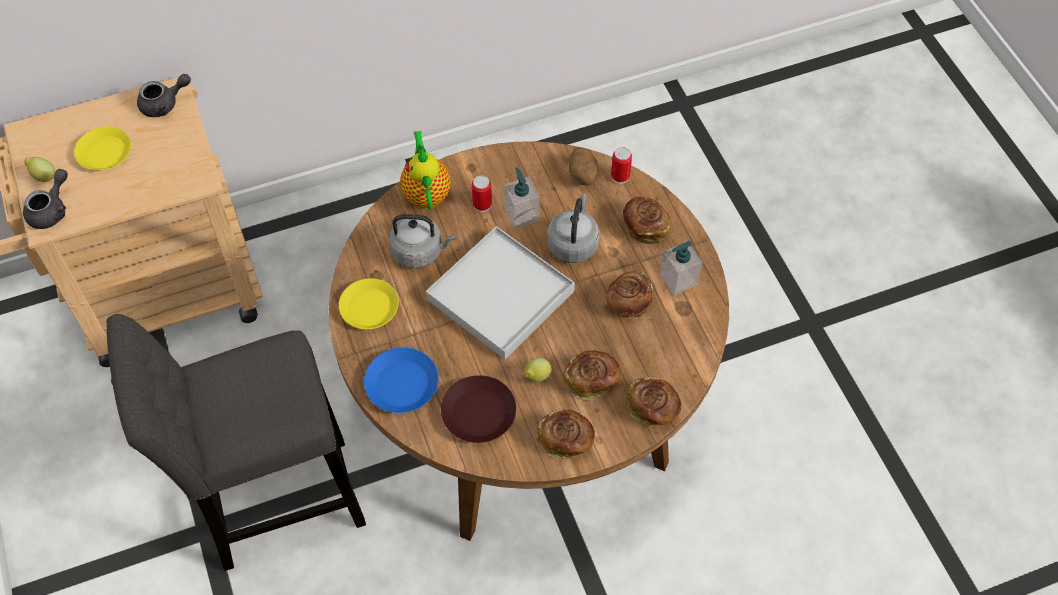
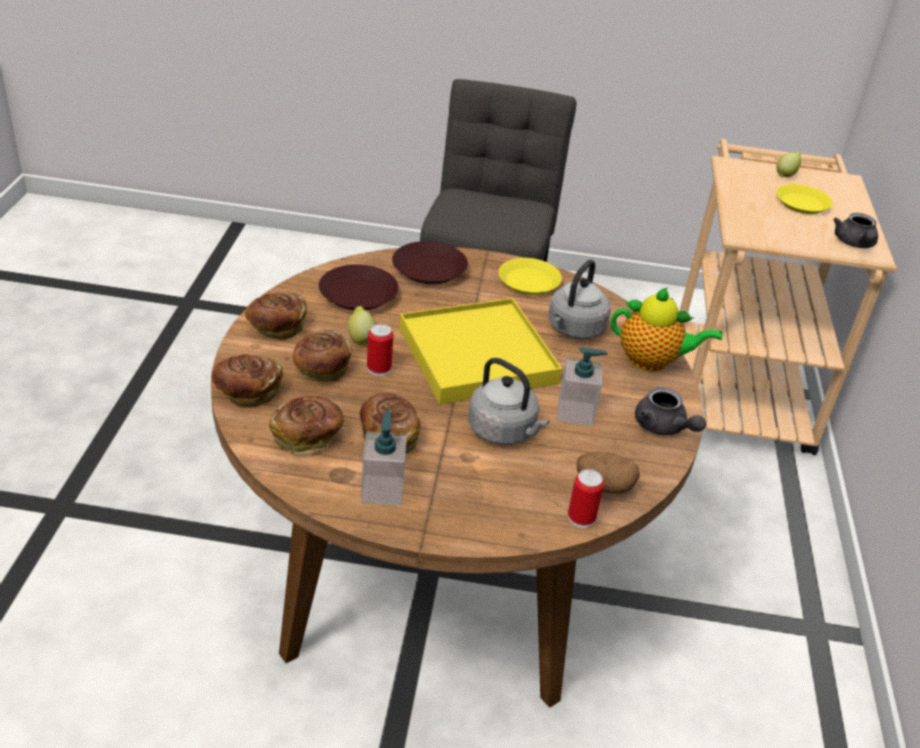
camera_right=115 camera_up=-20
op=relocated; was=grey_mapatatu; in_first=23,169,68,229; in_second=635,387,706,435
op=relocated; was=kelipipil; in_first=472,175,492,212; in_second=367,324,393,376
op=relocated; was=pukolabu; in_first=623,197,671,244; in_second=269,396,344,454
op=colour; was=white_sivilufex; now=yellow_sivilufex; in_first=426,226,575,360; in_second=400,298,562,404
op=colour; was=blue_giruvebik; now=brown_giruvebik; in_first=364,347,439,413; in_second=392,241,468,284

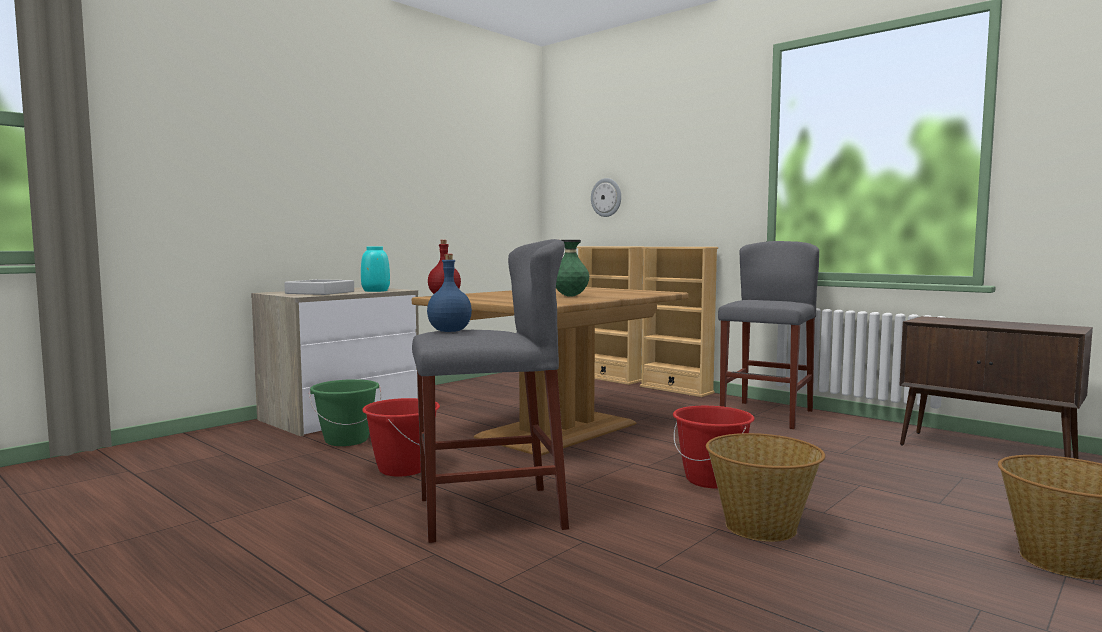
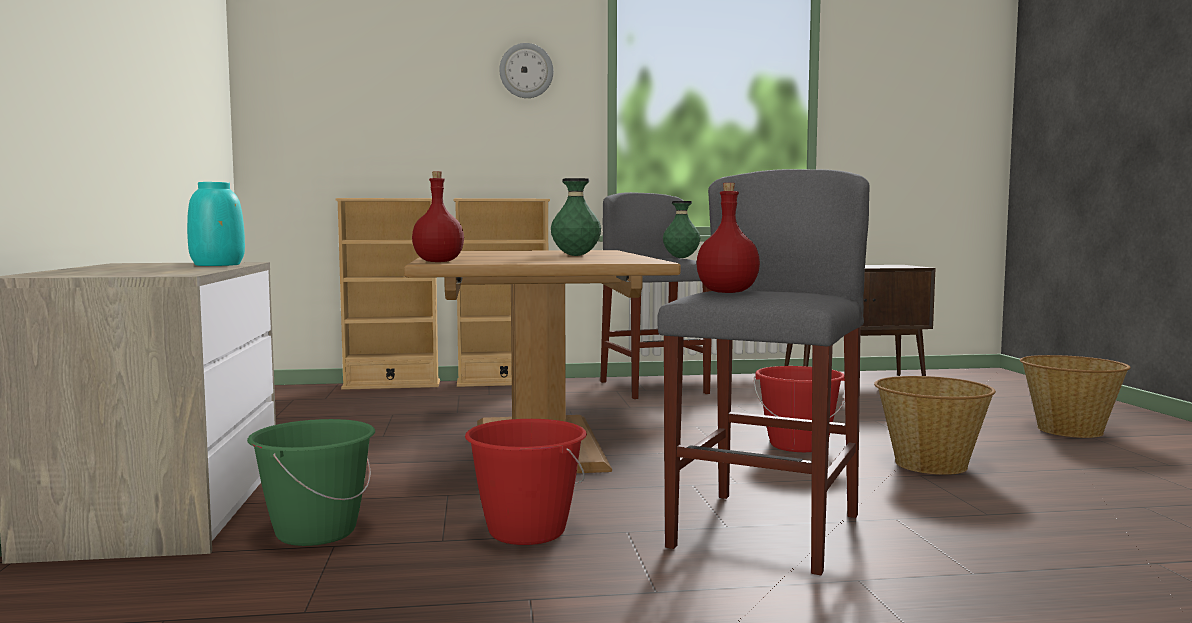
camera_right=-50 camera_up=0
op=relocated; was=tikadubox; in_first=591,178,621,217; in_second=499,43,553,98
op=colour; was=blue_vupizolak; now=red_vupizolak; in_first=427,254,472,332; in_second=696,183,760,293
op=missing; was=grey_sivilufex; in_first=284,279,354,295
op=appeared; now=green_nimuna; in_second=663,201,700,258

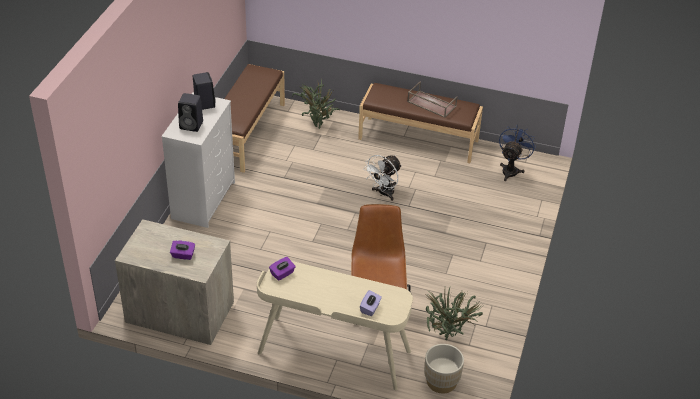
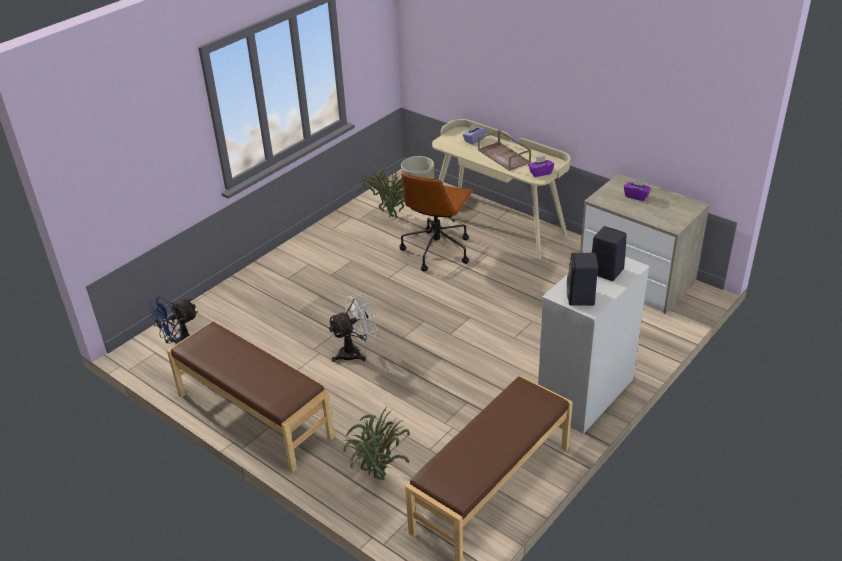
camera_right=-155 camera_up=-5
op=relocated; was=brown_sivilufex; in_first=407,81,457,118; in_second=478,130,531,171

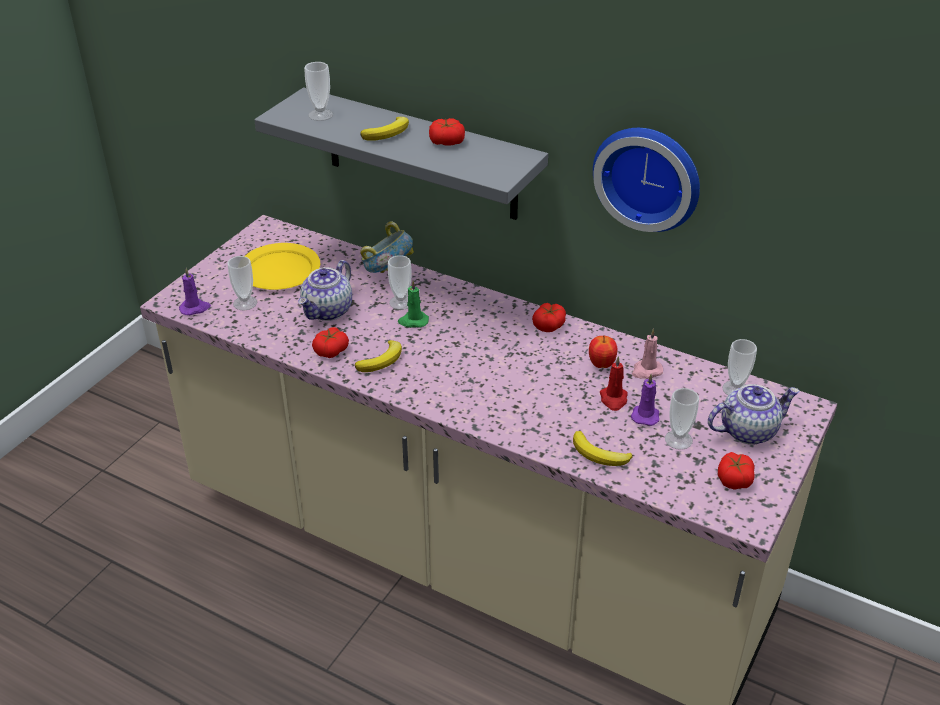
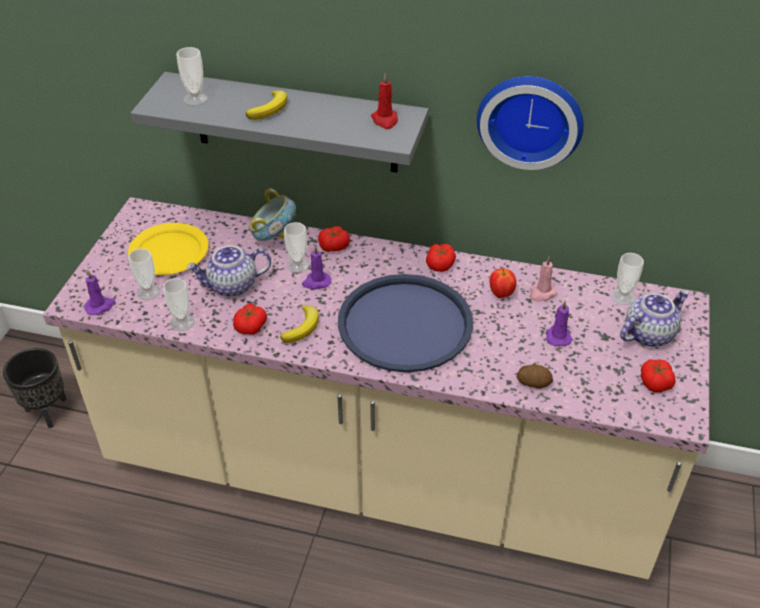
camera_right=-15 camera_up=5
op=relocated; was=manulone; in_first=429,118,465,146; in_second=318,226,350,252
op=spun; was=mapatatu; in_first=298,260,352,321; in_second=187,246,271,297; clockwise=60
op=colour; was=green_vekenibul; now=purple_vekenibul; in_first=398,281,429,328; in_second=302,246,331,289
op=relocated; was=red_vekenibul; in_first=600,356,628,411; in_second=371,73,398,129
op=relocated; was=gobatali; in_first=665,388,699,450; in_second=163,278,194,331
op=exchanged; was=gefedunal; now=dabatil; in_first=573,431,633,466; in_second=517,364,553,389
op=appeared; now=blue_sivilufex; in_second=338,274,473,373
op=appeared; now=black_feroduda; in_second=3,348,67,428

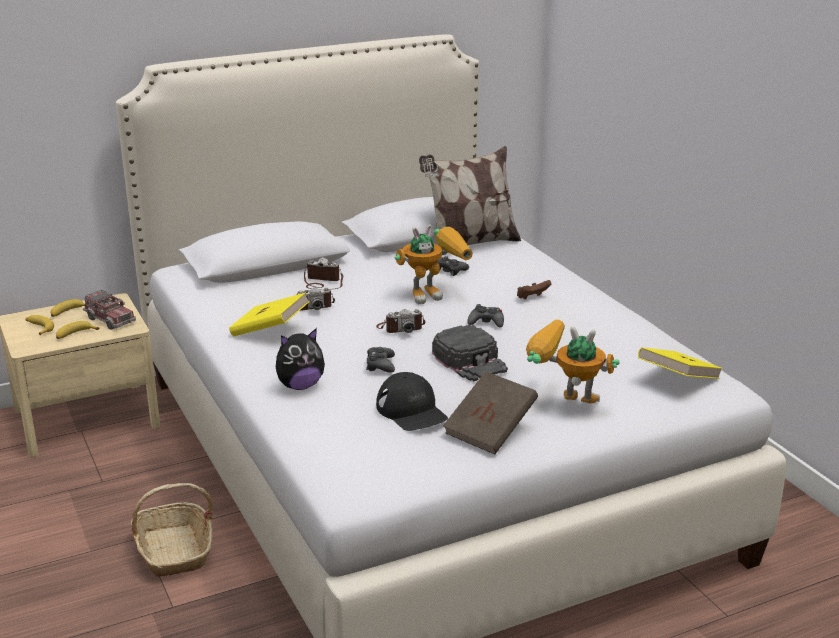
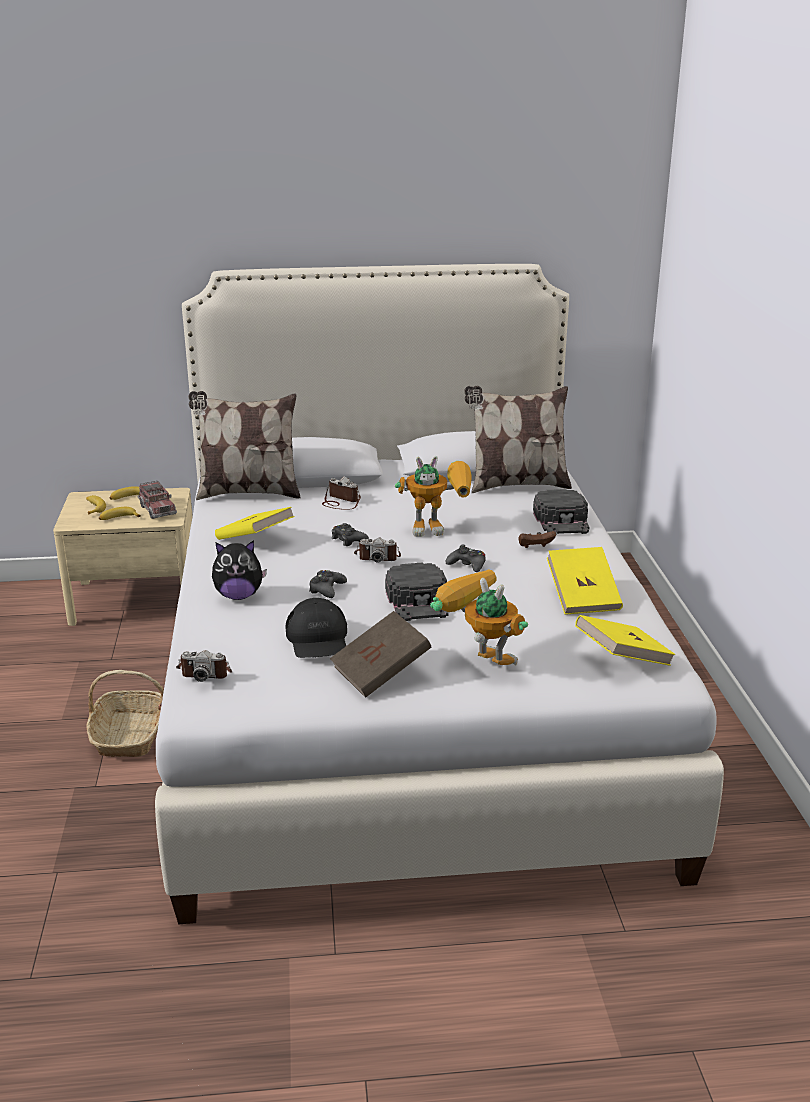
camera_right=20 camera_up=0
op=relocated; was=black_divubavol; in_first=437,256,469,276; in_second=332,523,369,546
op=relocated; was=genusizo; in_first=297,287,335,310; in_second=176,650,232,682
op=appeared; now=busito; in_second=189,391,301,500
op=appeared; now=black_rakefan; in_second=533,489,590,534
op=appeared; now=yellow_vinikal; in_second=547,547,623,615

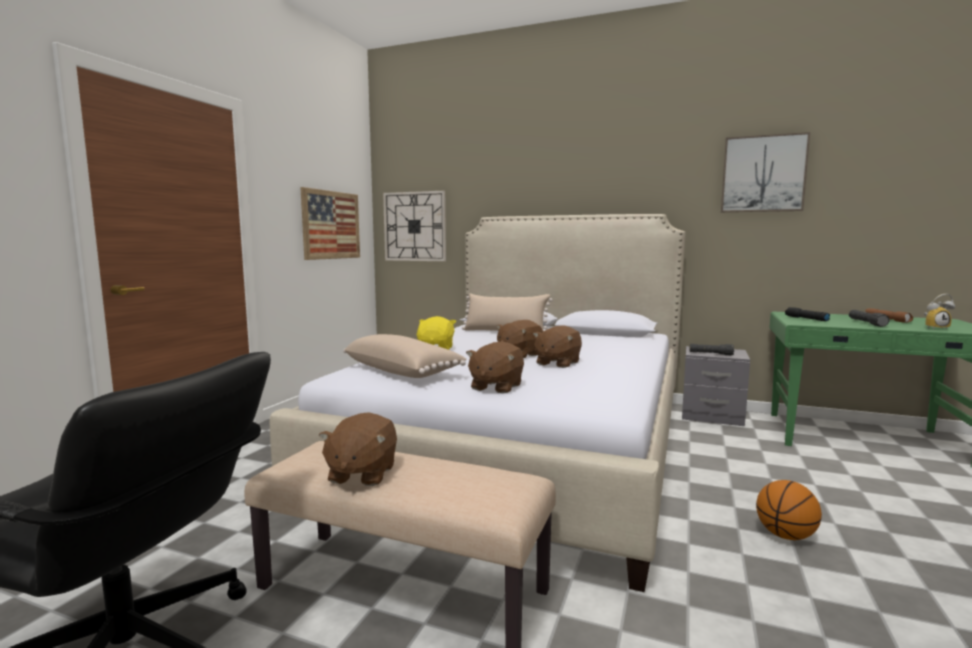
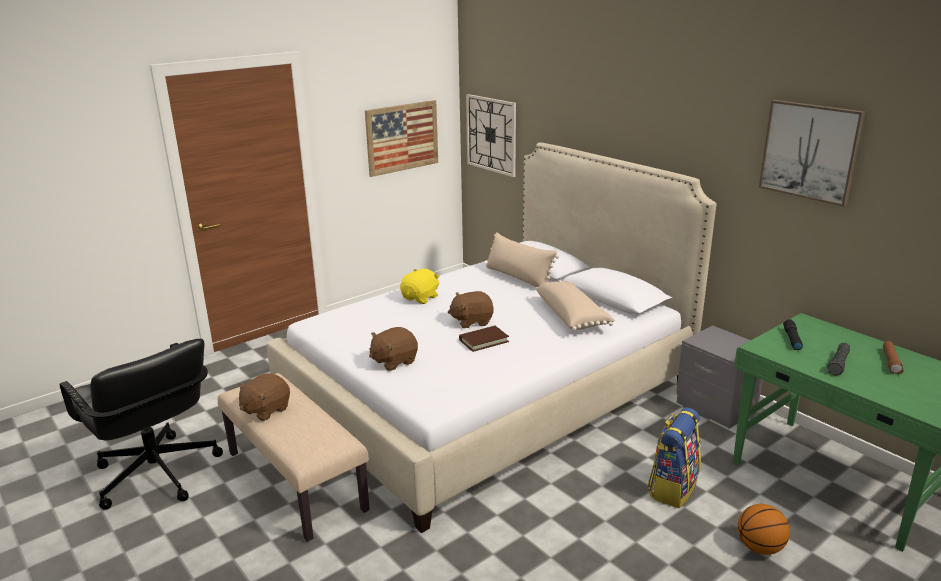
camera_right=30 camera_up=15
op=missing; was=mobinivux; in_first=924,294,955,329
op=exchanged; was=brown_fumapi; now=brown_vinikal; in_first=533,325,582,368; in_second=459,326,509,352
op=relocated; was=beige_busito; in_first=343,334,467,378; in_second=536,281,615,331
op=missing; was=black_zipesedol; in_first=689,344,734,355
op=relocated; was=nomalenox; in_first=756,480,822,540; in_second=738,504,790,555
op=appeared; now=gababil; in_second=648,408,701,508

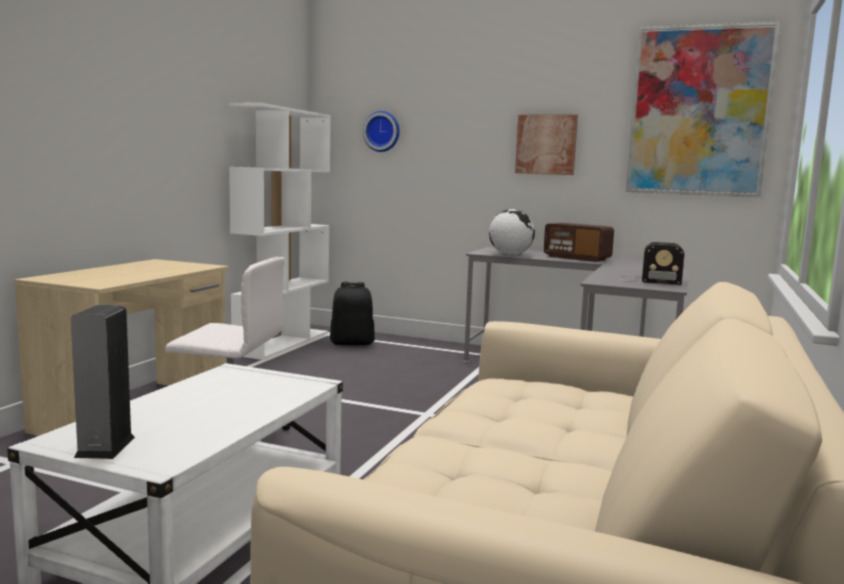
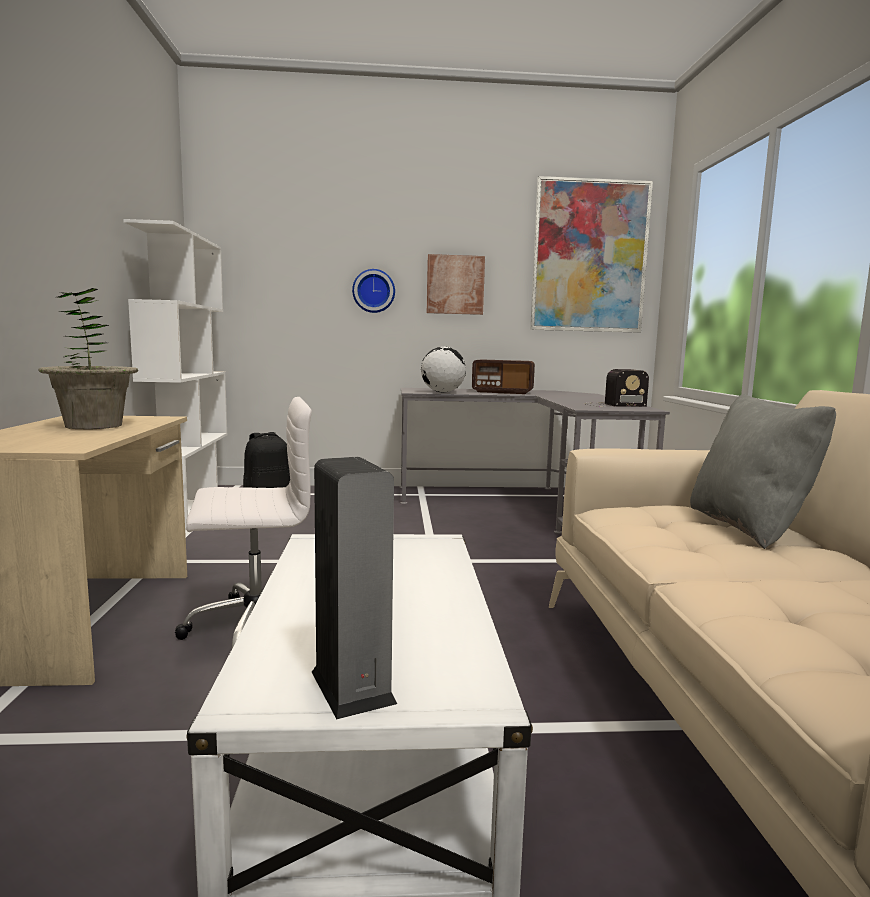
camera_right=-25 camera_up=0
op=relocated; was=tikadubox; in_first=363,111,400,152; in_second=352,269,395,313
op=appeared; now=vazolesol; in_second=38,288,138,429
op=appeared; now=grey_busito; in_second=690,394,836,549

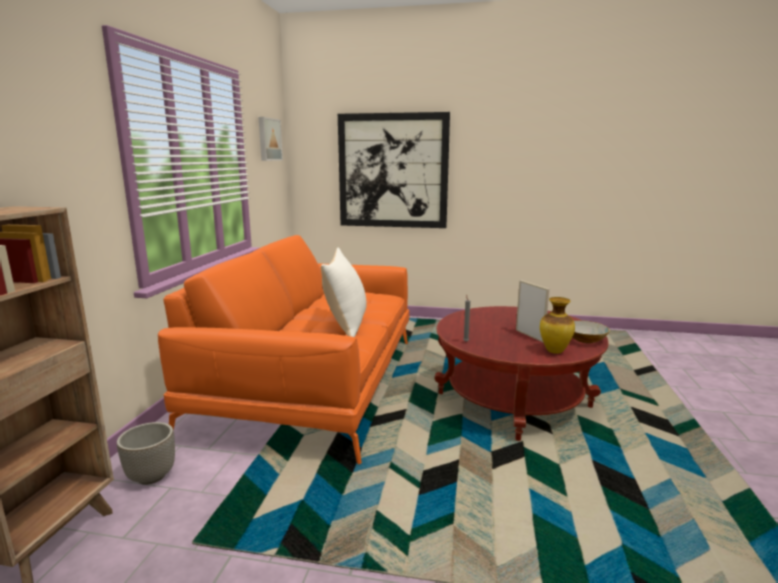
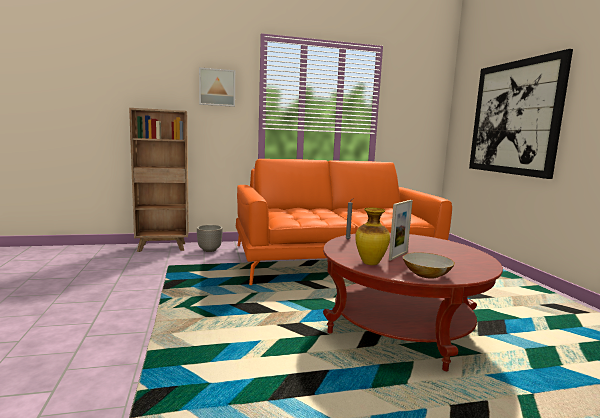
camera_right=65 camera_up=-5
op=relocated; was=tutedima; in_first=258,117,283,161; in_second=199,67,235,107
op=missing; was=white_busito; in_first=321,247,367,337

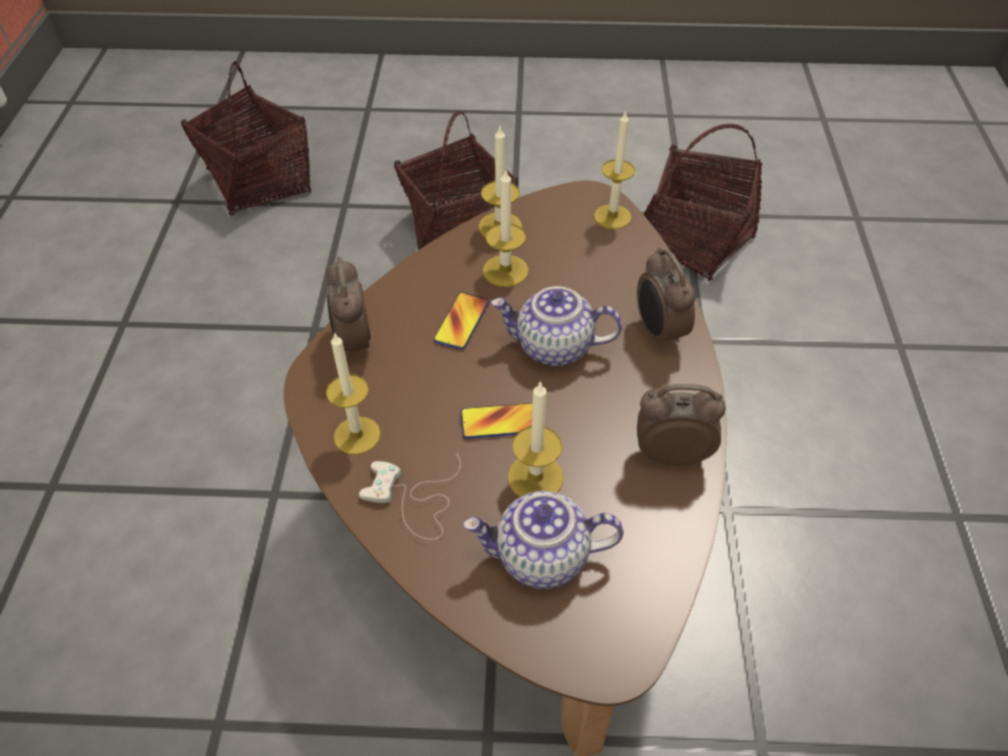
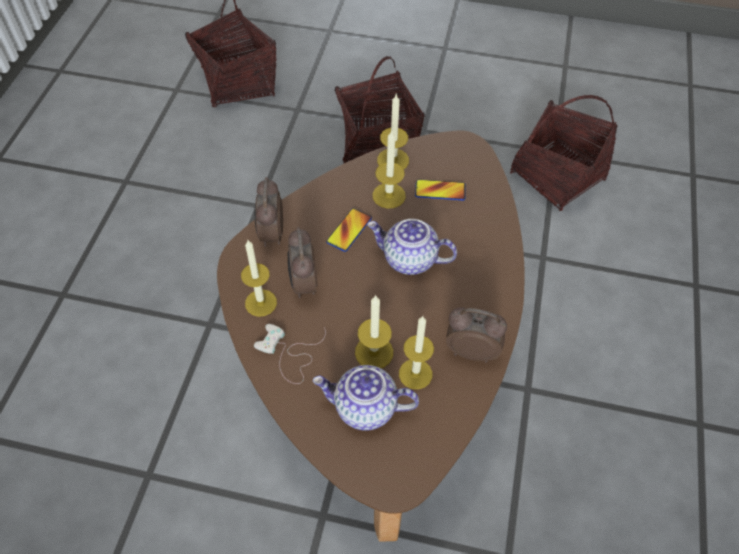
camera_right=10 camera_up=5
op=relocated; was=vekenibul; in_first=594,111,635,229; in_second=399,316,434,389
op=relocated; was=mobinivux; in_first=637,248,696,350; in_second=288,227,318,298
op=relocated; was=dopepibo; in_first=461,403,533,439; in_second=415,179,466,200

